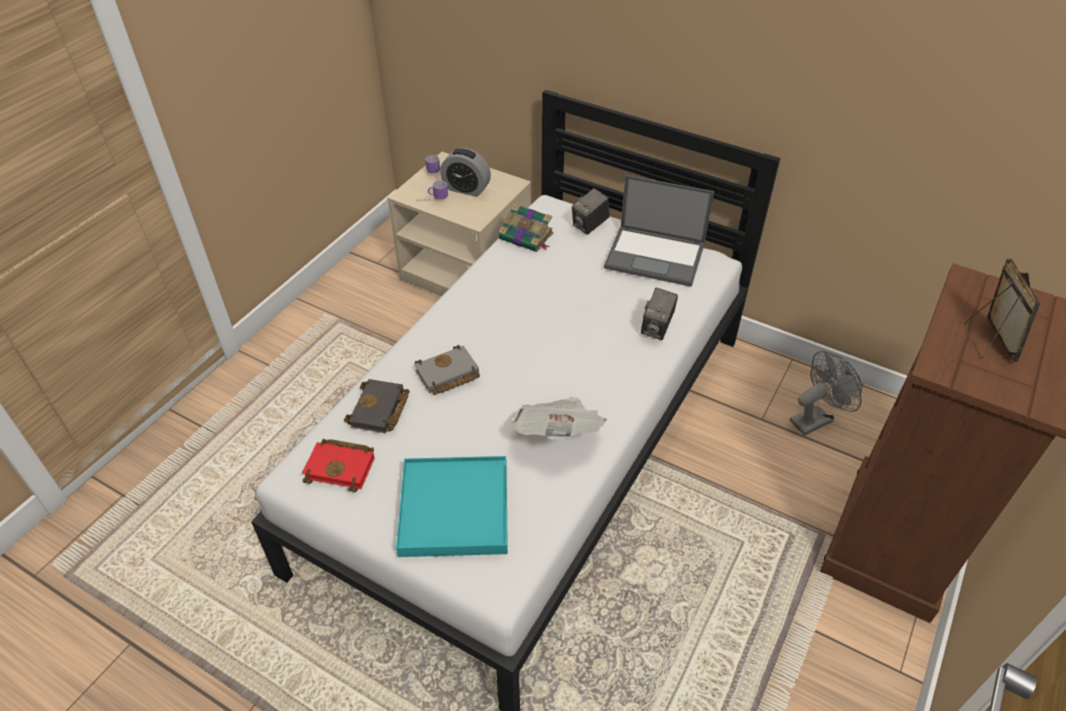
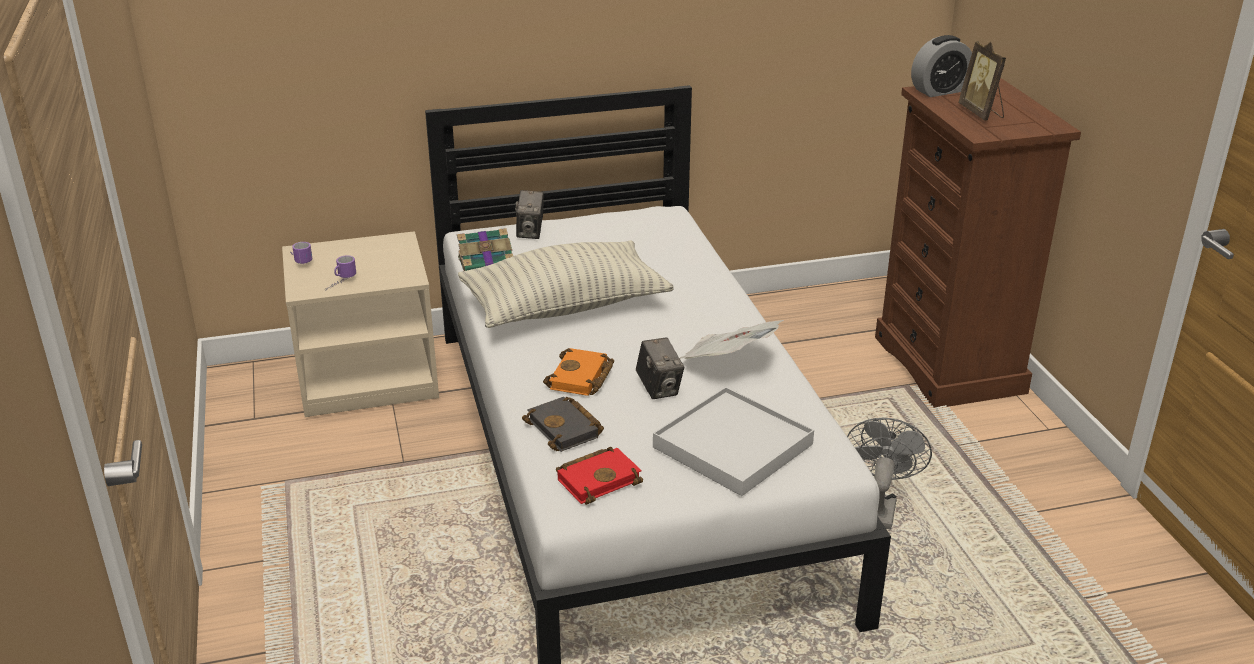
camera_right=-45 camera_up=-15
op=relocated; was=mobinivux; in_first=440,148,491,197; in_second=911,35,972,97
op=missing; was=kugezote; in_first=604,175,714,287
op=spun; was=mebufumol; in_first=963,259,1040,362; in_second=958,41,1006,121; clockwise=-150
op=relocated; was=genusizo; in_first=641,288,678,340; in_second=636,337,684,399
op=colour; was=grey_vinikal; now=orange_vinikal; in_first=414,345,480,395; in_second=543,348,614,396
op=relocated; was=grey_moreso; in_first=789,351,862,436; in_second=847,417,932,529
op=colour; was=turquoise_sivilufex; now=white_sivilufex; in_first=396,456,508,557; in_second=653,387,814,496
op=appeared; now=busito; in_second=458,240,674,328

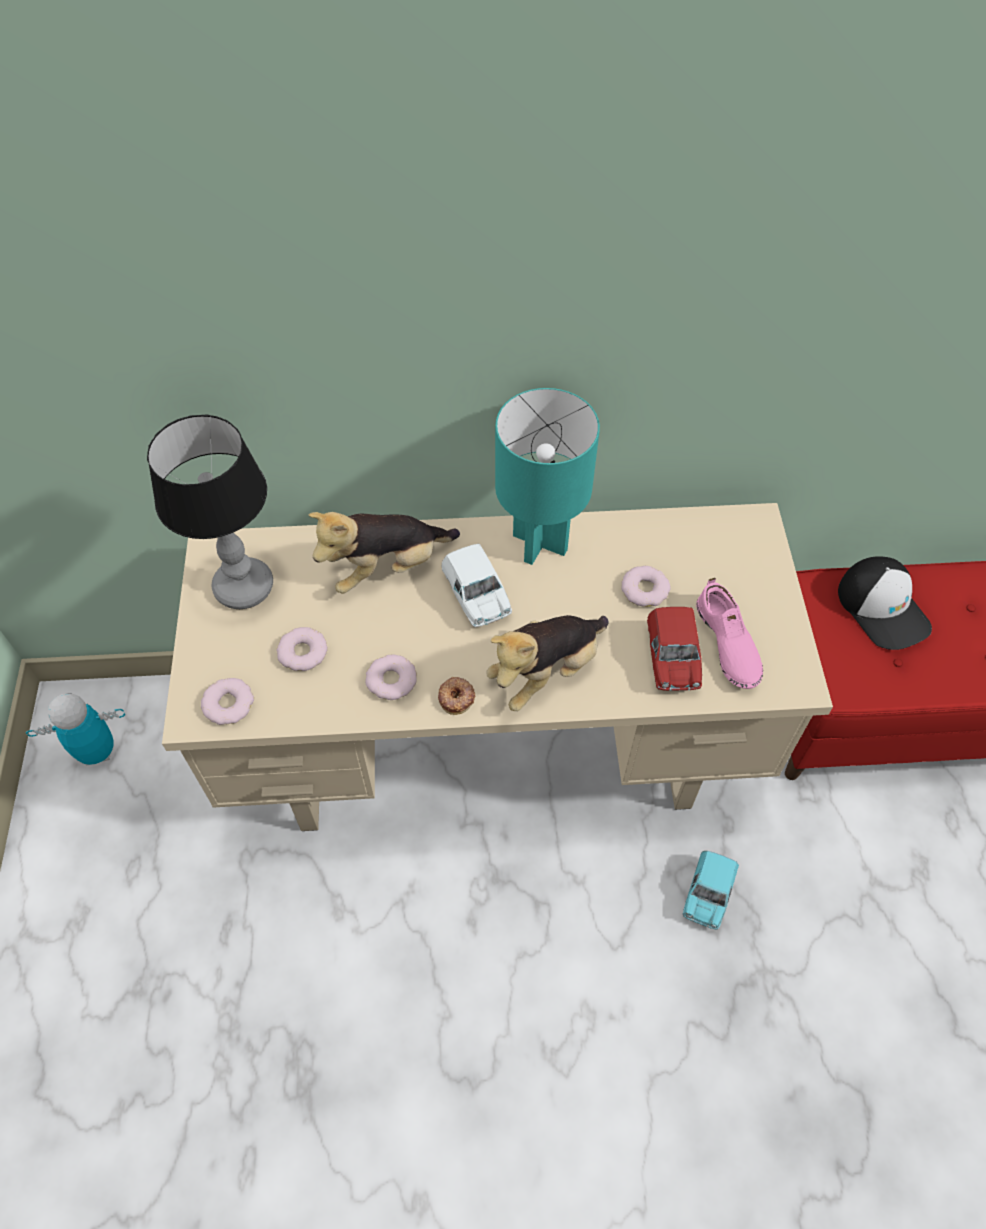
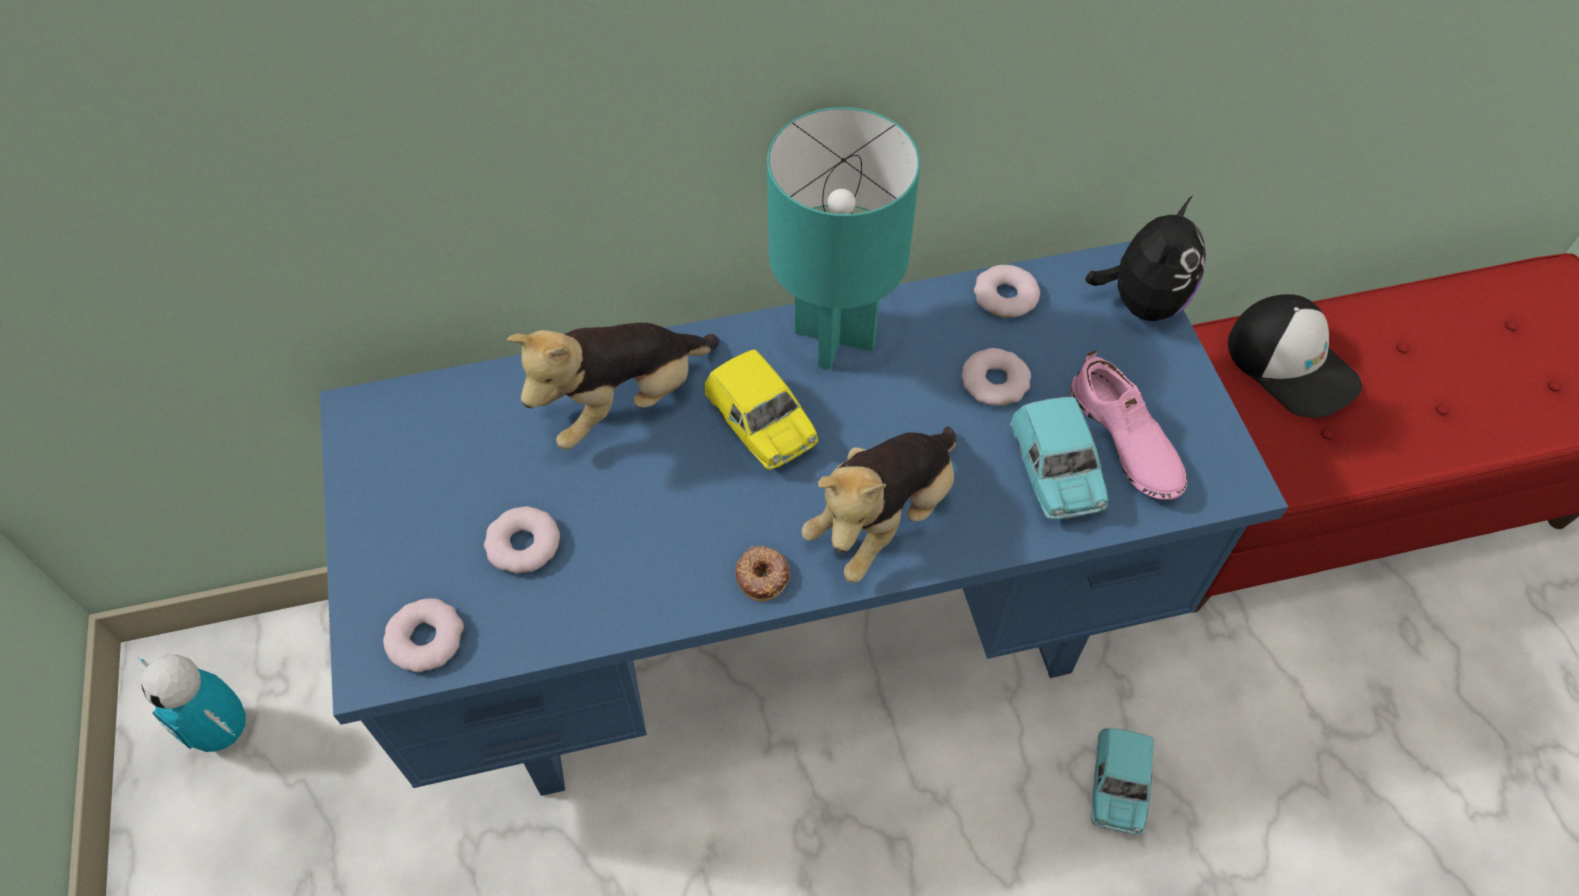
camera_right=-10 camera_up=0
op=missing; was=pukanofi; in_first=147,415,273,609
op=colour; was=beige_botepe; now=blue_botepe; in_first=162,503,833,831; in_second=320,241,1288,796
op=colour; was=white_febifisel; now=yellow_febifisel; in_first=442,544,512,627; in_second=705,349,818,470
op=colour; was=red_febifisel; now=turquoise_febifisel; in_first=647,607,702,691; in_second=1010,397,1108,520
op=relocated; was=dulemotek; in_first=365,654,417,700; in_second=974,265,1040,318
op=spun; was=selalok; in_first=26,693,125,765; in_second=137,654,248,754; clockwise=-120
op=appeared; now=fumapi; in_second=1085,196,1206,321

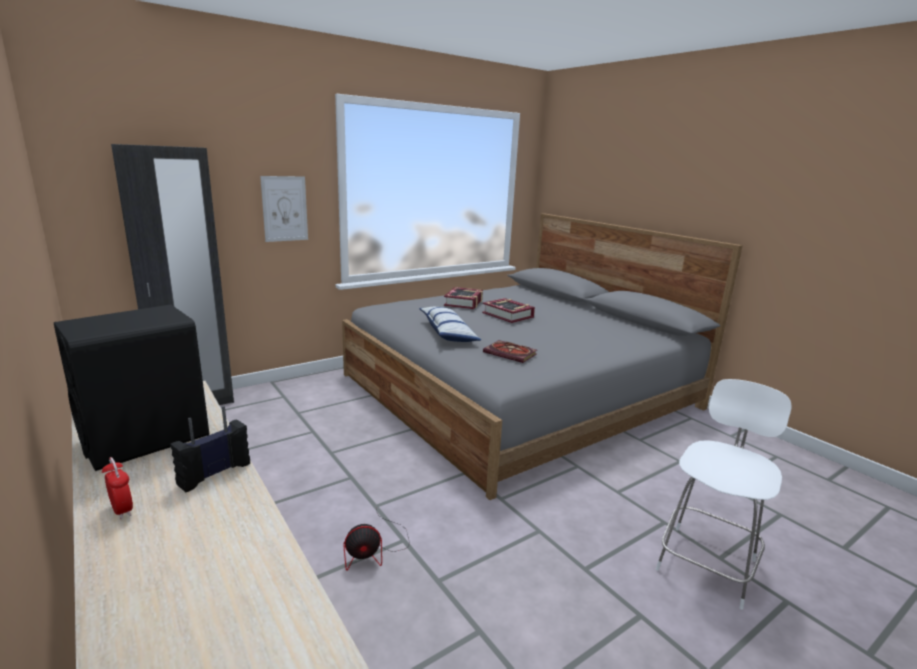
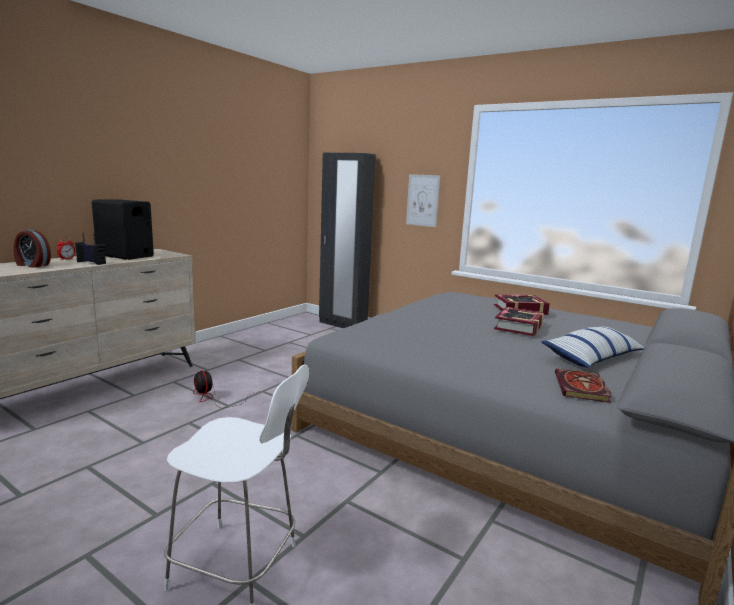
camera_right=70 camera_up=-5
op=relocated; was=busito; in_first=419,307,481,342; in_second=541,326,645,368
op=relocated; was=vinikal; in_first=483,340,537,363; in_second=555,369,612,403
op=appeared; now=mobinivux; in_second=14,229,51,268

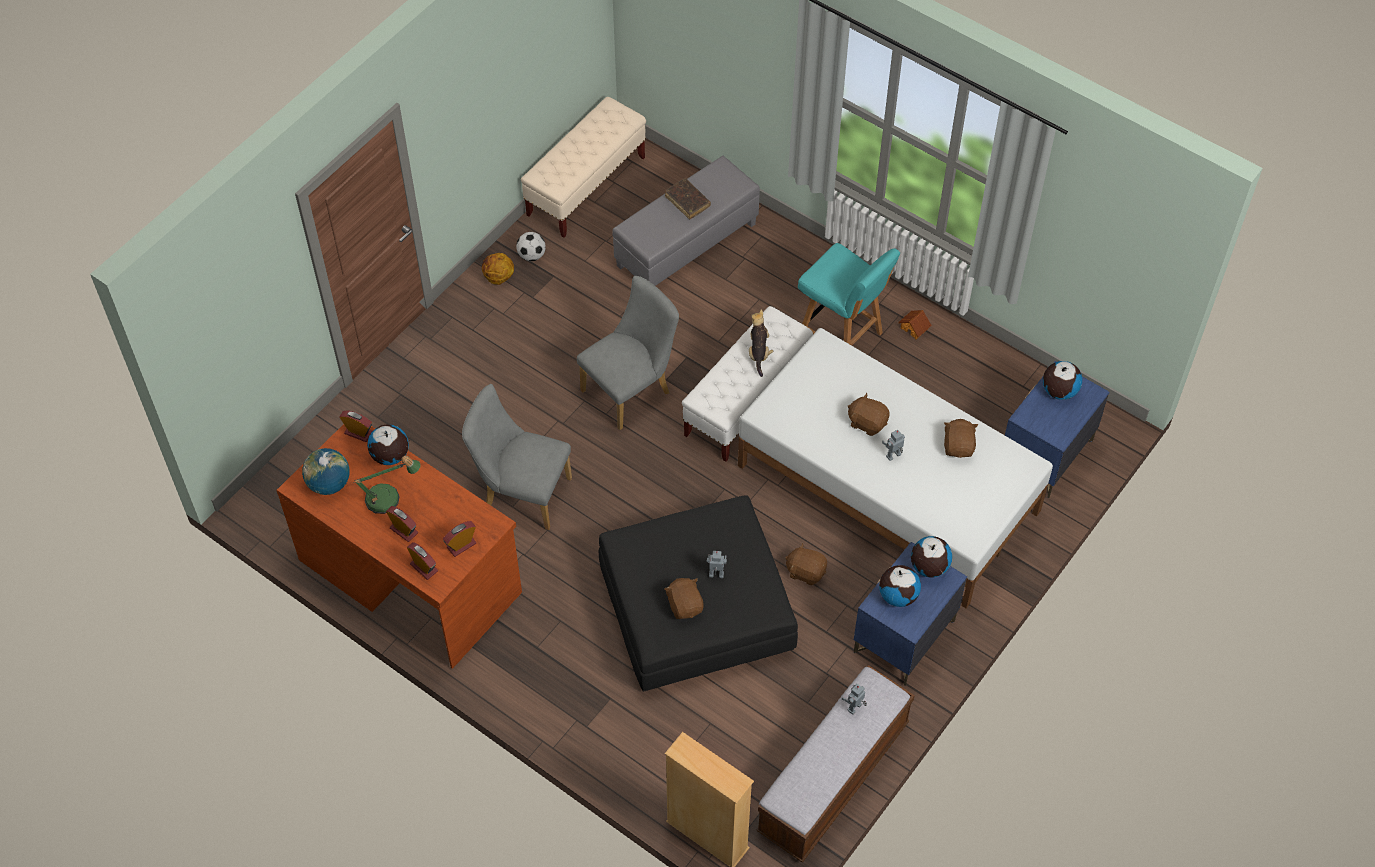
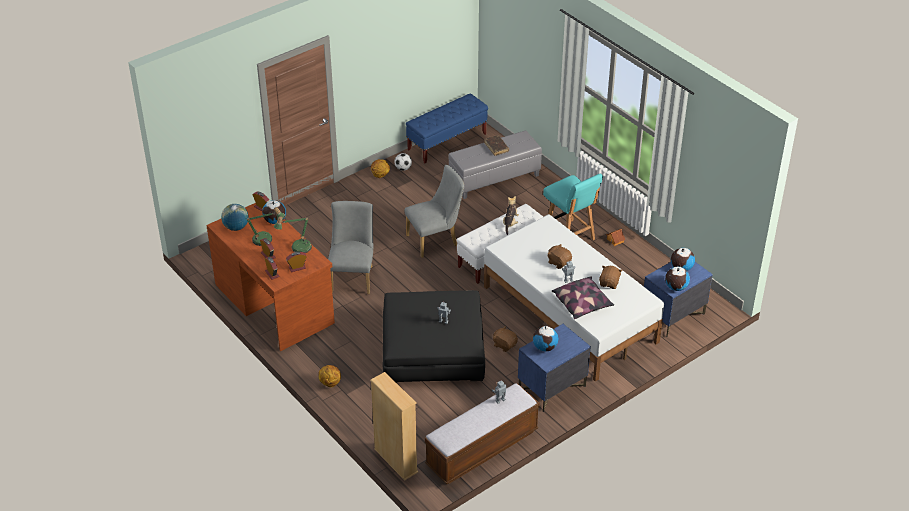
camera_right=15 camera_up=-15
op=colour; was=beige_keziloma; now=blue_keziloma; in_first=521,97,646,238; in_second=406,94,488,163
op=spun; was=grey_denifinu; in_first=462,384,572,530; in_second=328,201,374,294; clockwise=60
op=relocated; was=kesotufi; in_first=911,536,952,578; in_second=665,267,690,291
op=missing; was=brown_fumapi; in_first=664,578,704,619
op=appeared; now=pukanofi; in_second=274,216,312,253
op=appeared; now=busito; in_second=552,277,614,319
op=appeared; now=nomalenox; in_second=319,365,341,387

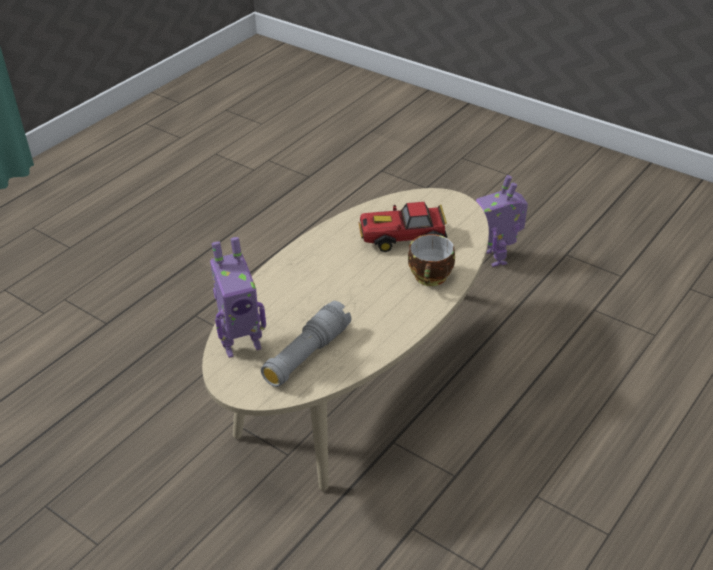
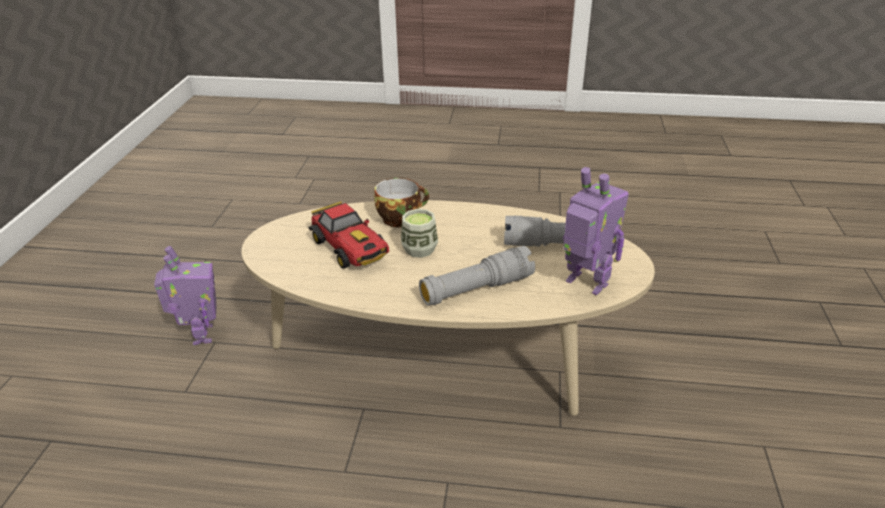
camera_right=-120 camera_up=-5
op=spun; was=selalok; in_first=476,175,528,267; in_second=154,246,217,345; clockwise=-60
op=appeared; now=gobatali; in_second=401,209,438,258
op=appeared; now=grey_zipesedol; in_second=419,246,535,306

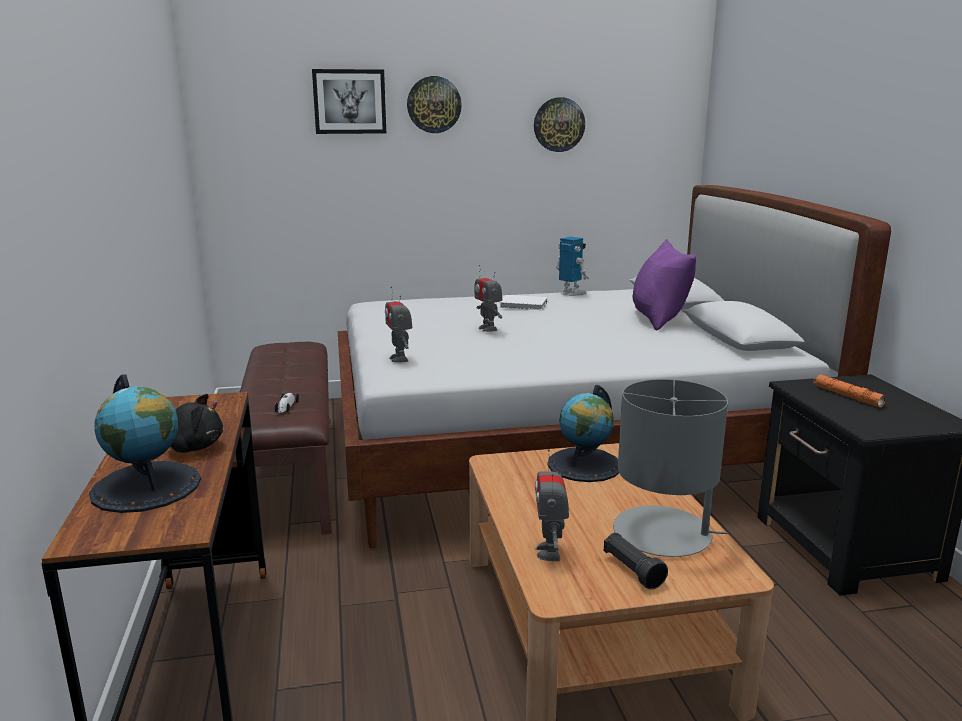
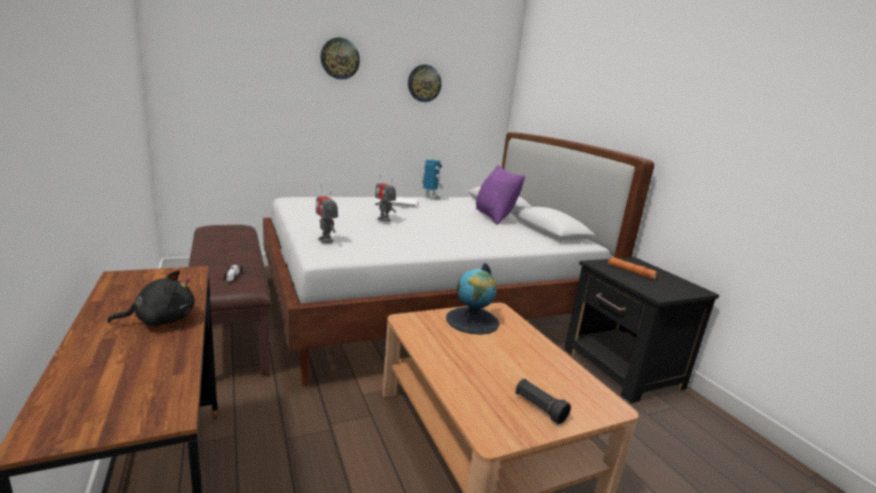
camera_right=-15 camera_up=0
op=missing; was=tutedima; in_first=312,69,386,134
op=missing; was=kesotufi; in_first=89,374,201,513
op=missing; was=grey_pukanofi; in_first=613,379,728,557
op=missing; was=selalok; in_first=535,449,569,561

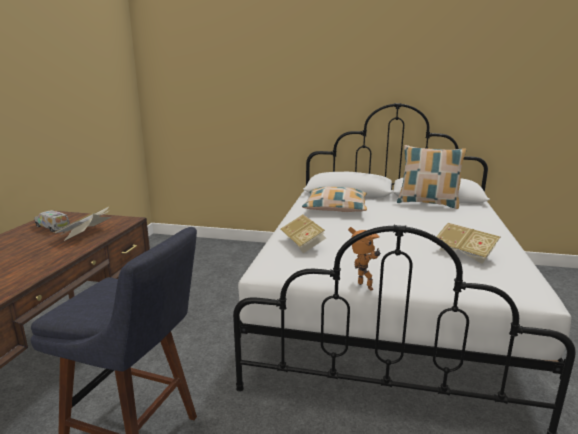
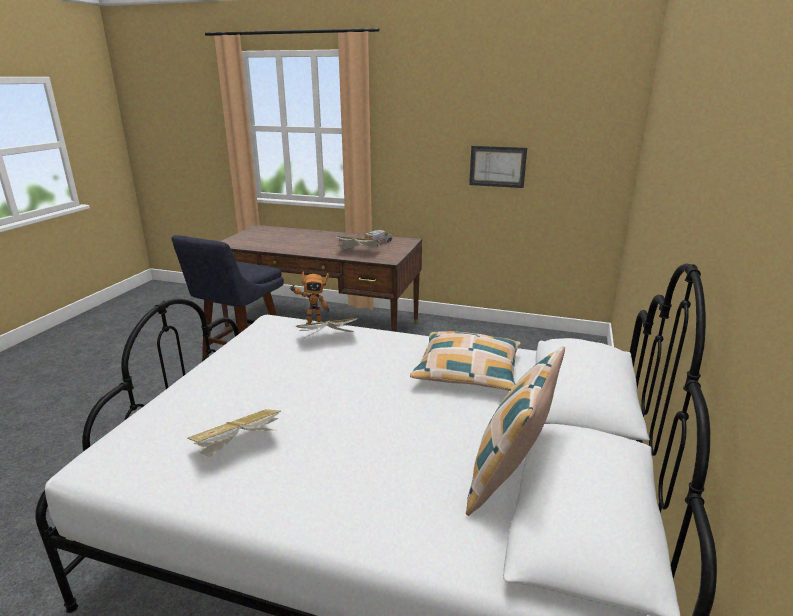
camera_right=95 camera_up=5
op=relocated; was=selalok; in_first=348,227,381,291; in_second=290,272,329,324
op=appeared; now=tutedima; in_second=469,146,527,188

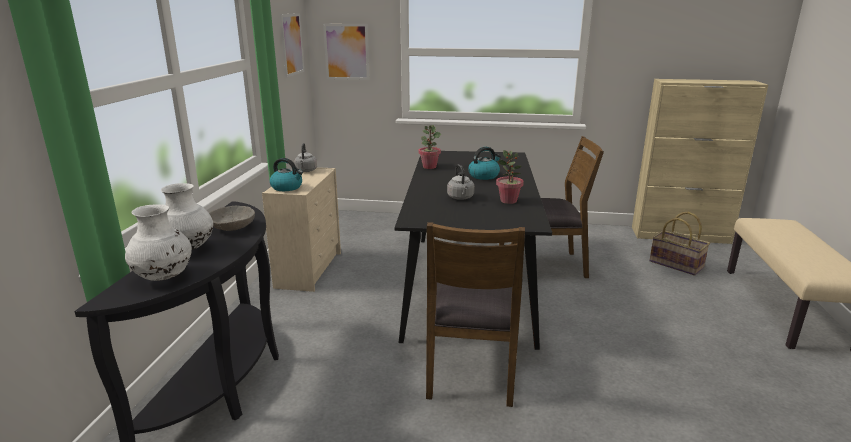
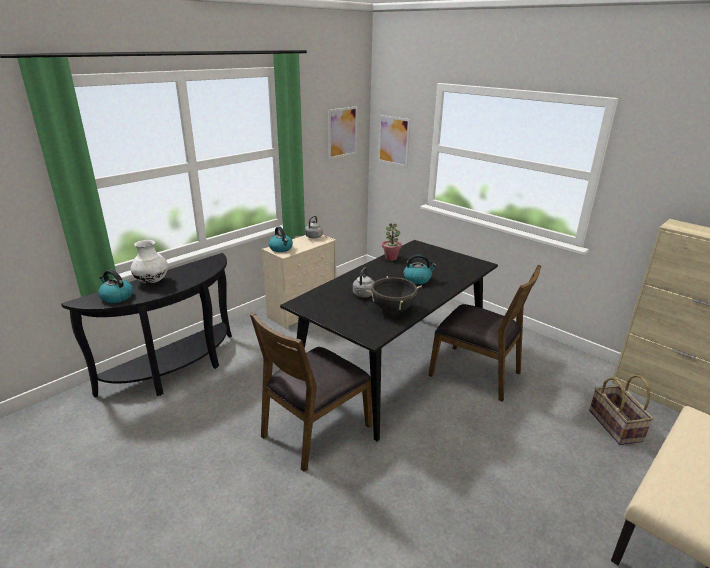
camera_right=35 camera_up=5
op=exchanged; was=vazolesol; now=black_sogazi; in_first=496,150,524,204; in_second=366,276,422,313
op=exchanged; was=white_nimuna; now=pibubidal; in_first=125,204,192,281; in_second=98,270,133,303
op=missing; was=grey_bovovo; in_first=209,206,255,231

